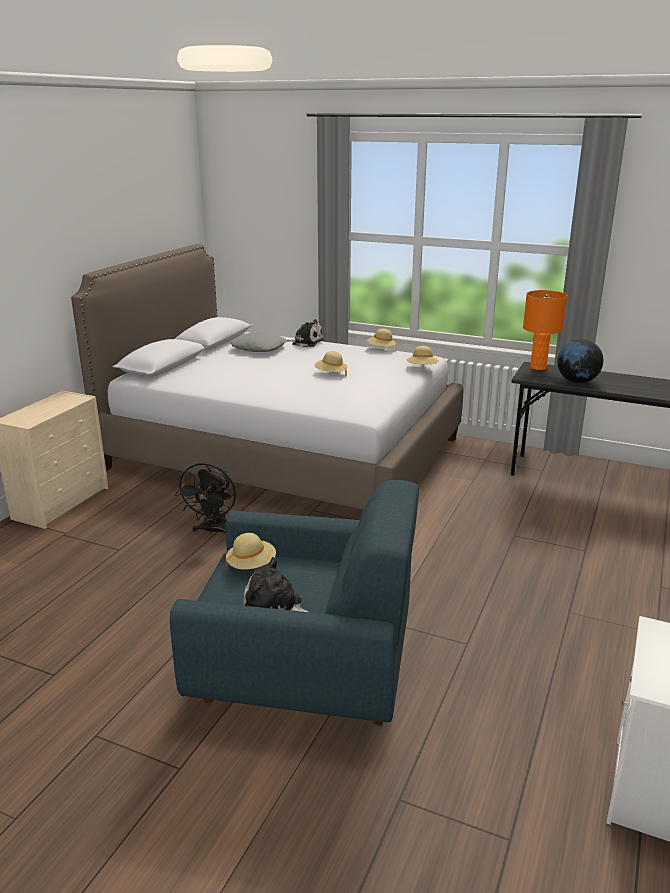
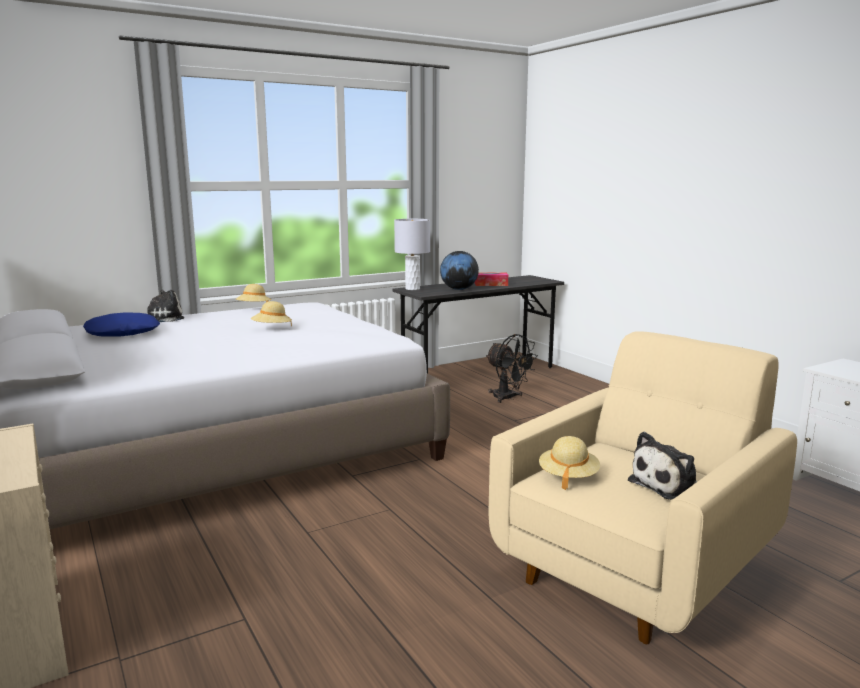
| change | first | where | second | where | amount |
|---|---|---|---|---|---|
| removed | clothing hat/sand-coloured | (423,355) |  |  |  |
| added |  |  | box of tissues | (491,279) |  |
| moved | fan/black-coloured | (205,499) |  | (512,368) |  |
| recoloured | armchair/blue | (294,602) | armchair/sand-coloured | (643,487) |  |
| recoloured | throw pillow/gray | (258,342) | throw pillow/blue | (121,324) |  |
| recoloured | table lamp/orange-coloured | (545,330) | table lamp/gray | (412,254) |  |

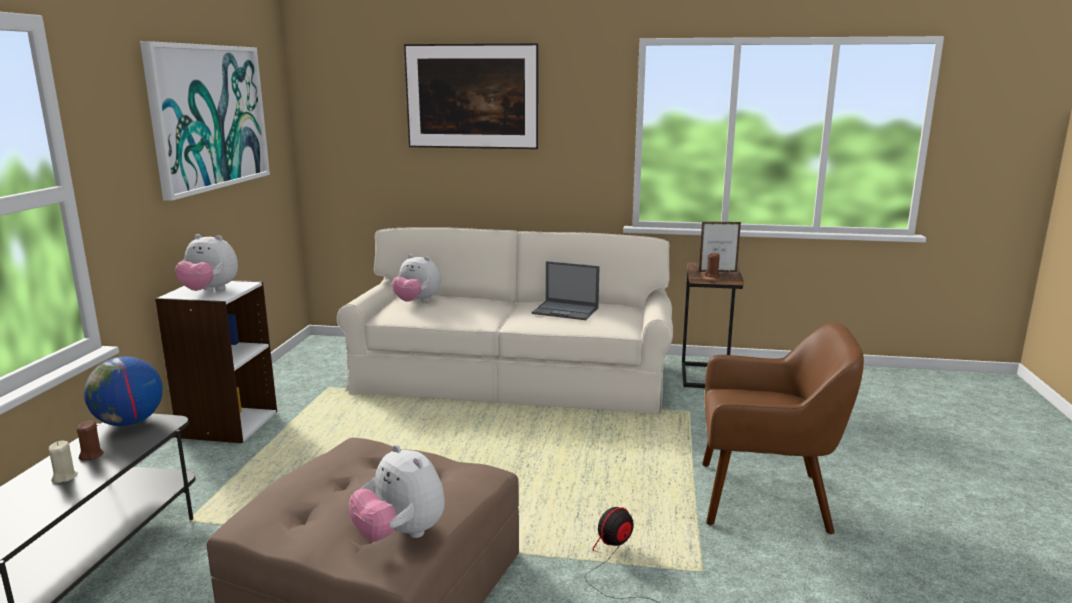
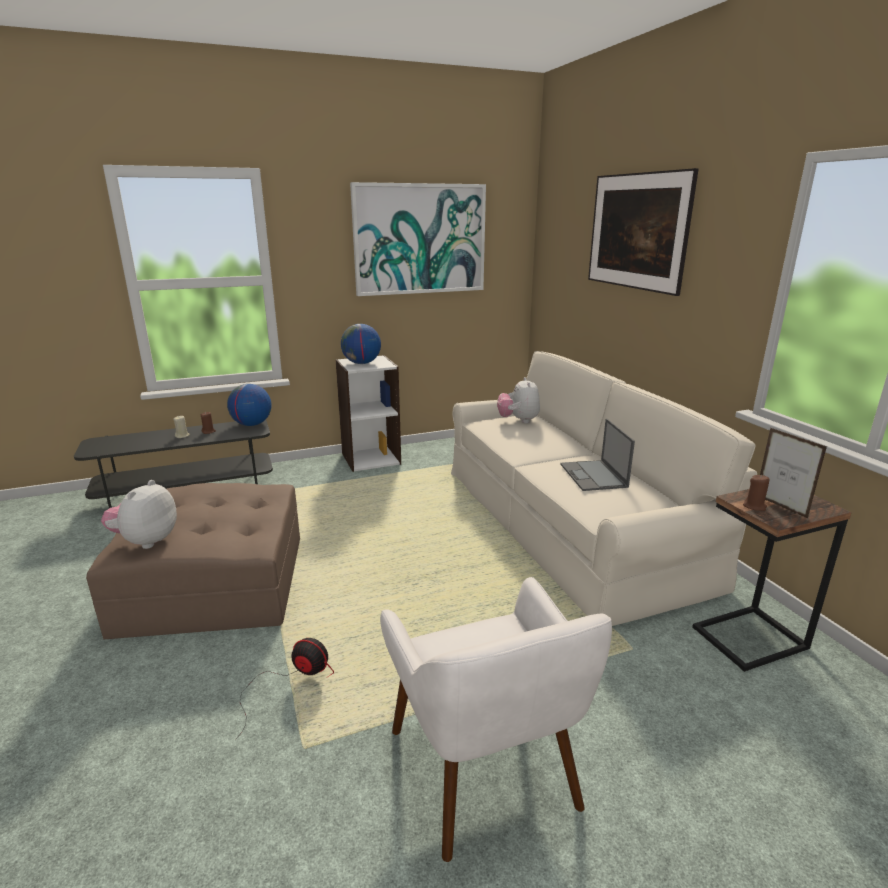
| change | first | where | second | where | amount |
|---|---|---|---|---|---|
| replaced | cuddly toy | (206,262) | world globe | (361,344) |  |
| recoloured | armchair/brown-coloured | (783,428) | armchair/white | (496,719) |  |

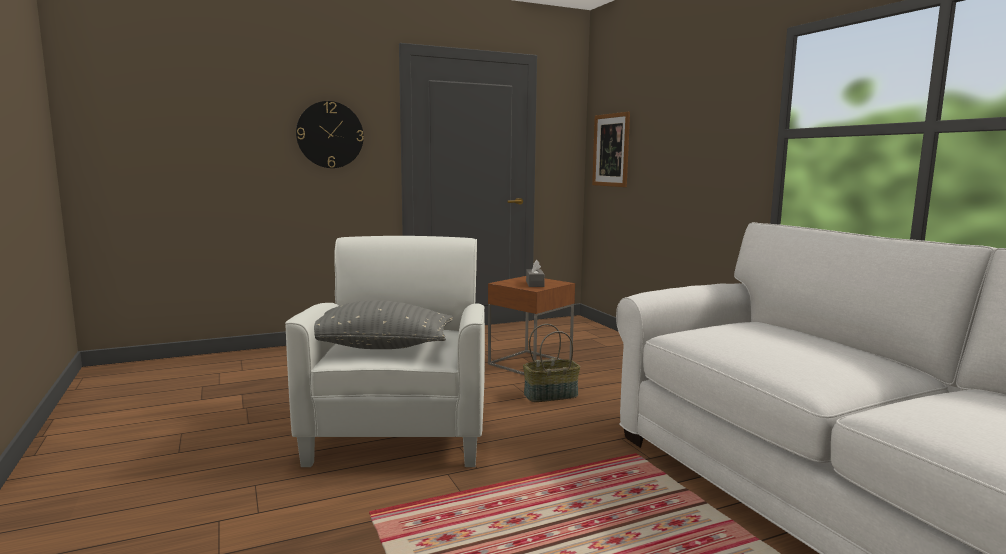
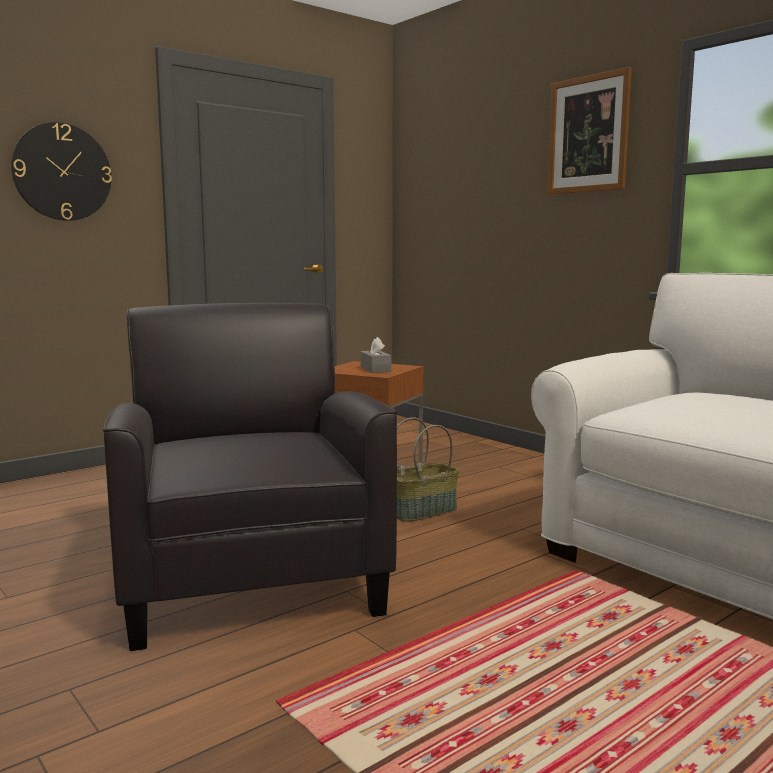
| change | first | where | second | where | amount |
|---|---|---|---|---|---|
| removed | throw pillow/gray | (383,324) |  |  |  |
| moved | wall picture | (611,149) |  | (589,131) |  |
| recoloured | armchair/white | (385,351) | armchair/black-coloured | (250,477) |  |

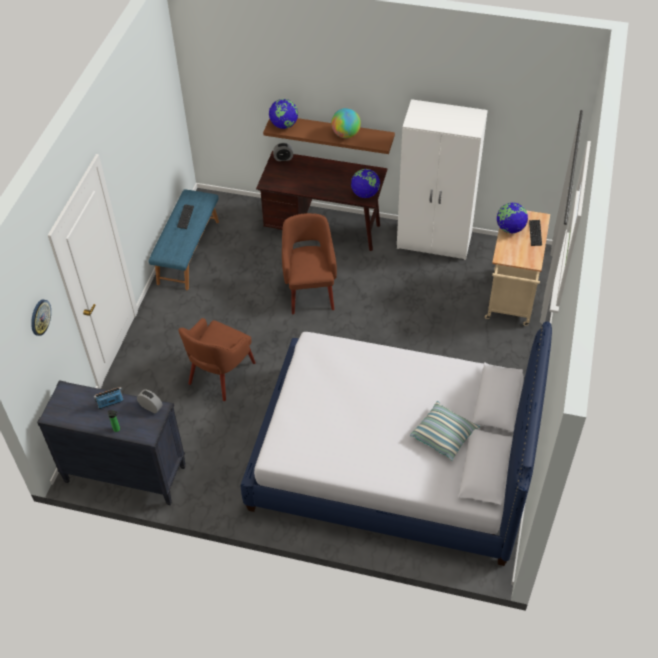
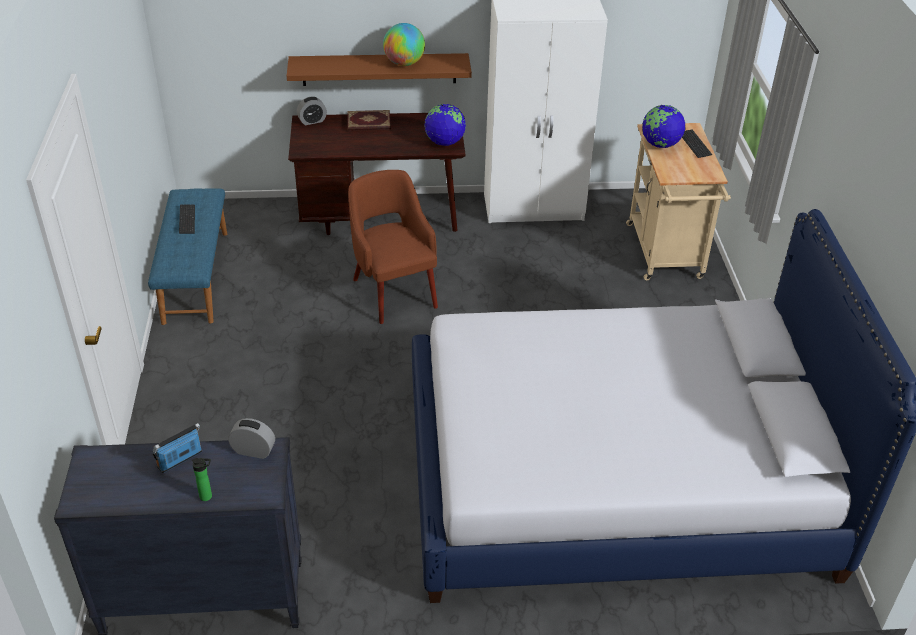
| change | first | where | second | where | amount |
|---|---|---|---|---|---|
| removed | clock on the wall | (41,318) |  |  |  |
| removed | armchair/brown-coloured | (217,359) |  |  |  |
| removed | world globe | (283,114) |  |  |  |
| removed | throw pillow | (445,430) |  |  |  |
| added |  |  | bound book | (369,120) |  |

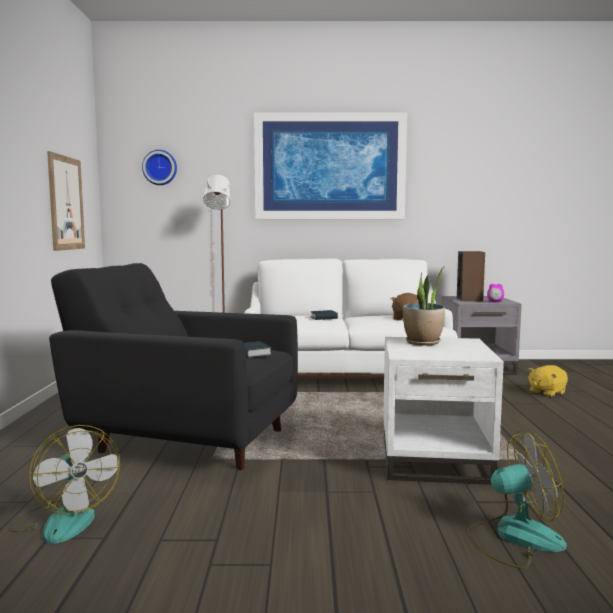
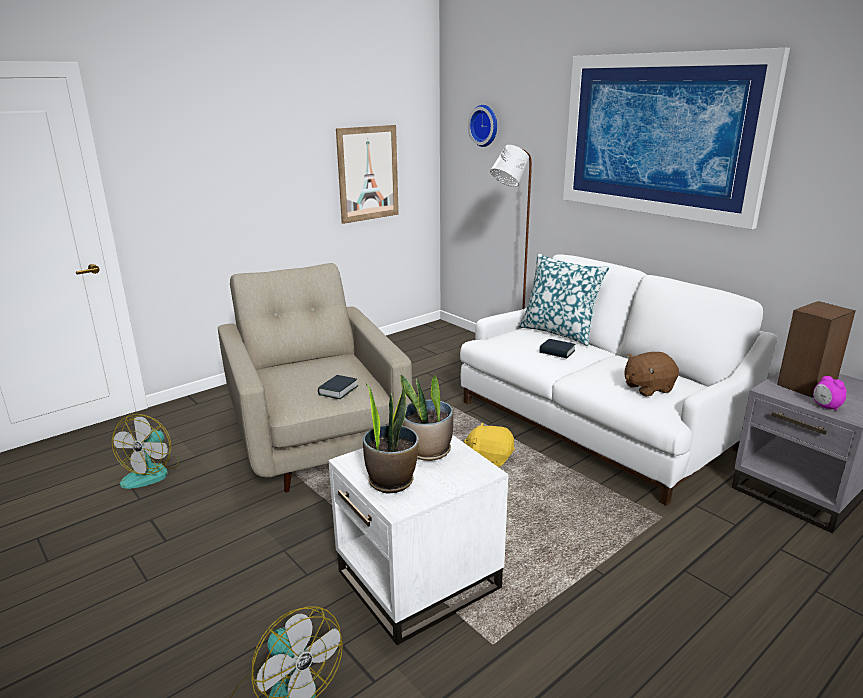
| change | first | where | second | where | amount |
|---|---|---|---|---|---|
| added |  |  | houseplant | (391,438) |  |
| added |  |  | throw pillow | (564,299) |  |
| moved | cuddly toy/yellow | (548,381) |  | (489,444) |  |
| recoloured | armchair/black-coloured | (173,366) | armchair/sand-coloured | (315,377) |  |

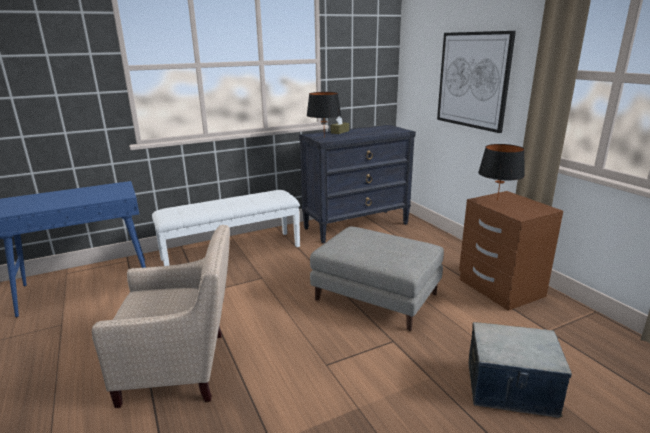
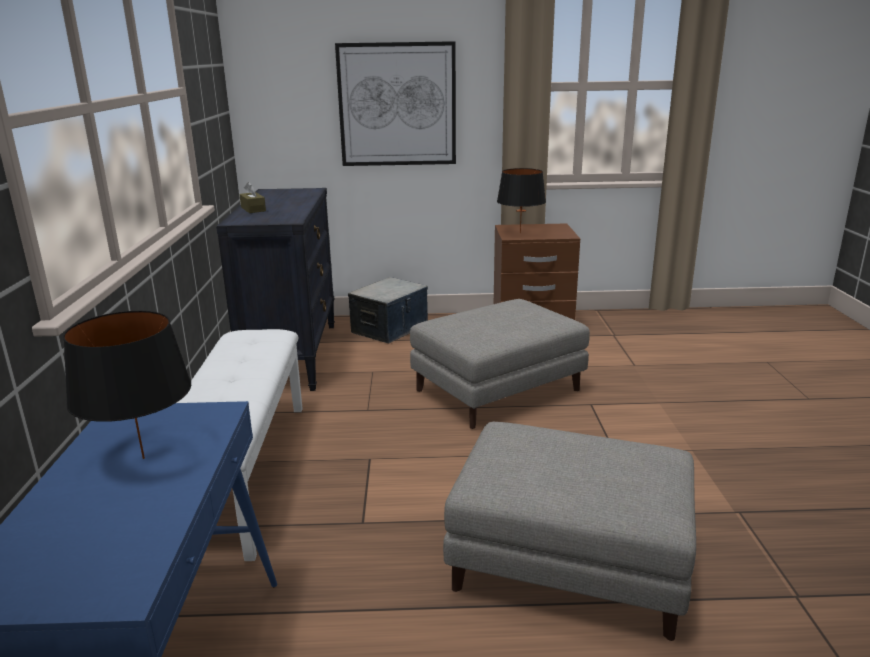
| change | first | where | second | where | amount |
|---|---|---|---|---|---|
| moved | table lamp/black-coloured | (324,115) |  | (127,385) |  |
| moved | storage container | (520,370) |  | (388,310) |  |
| replaced | armchair/sand-coloured | (161,316) | footrest/gray | (569,531) |  |

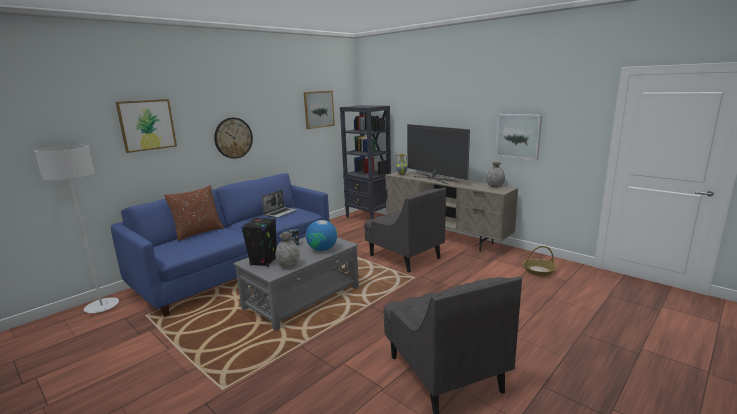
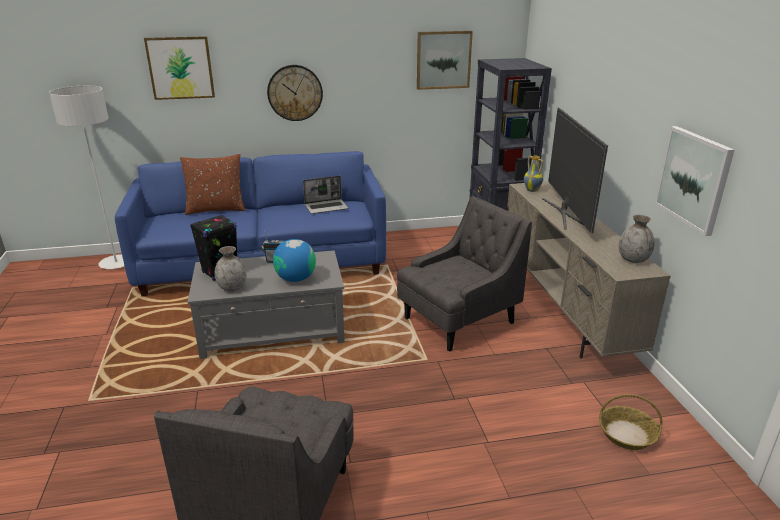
| change | first | where | second | where | amount |
|---|---|---|---|---|---|
| turned | armchair/gray | (405,230) |  | (464,274) | 120 degrees counterclockwise |

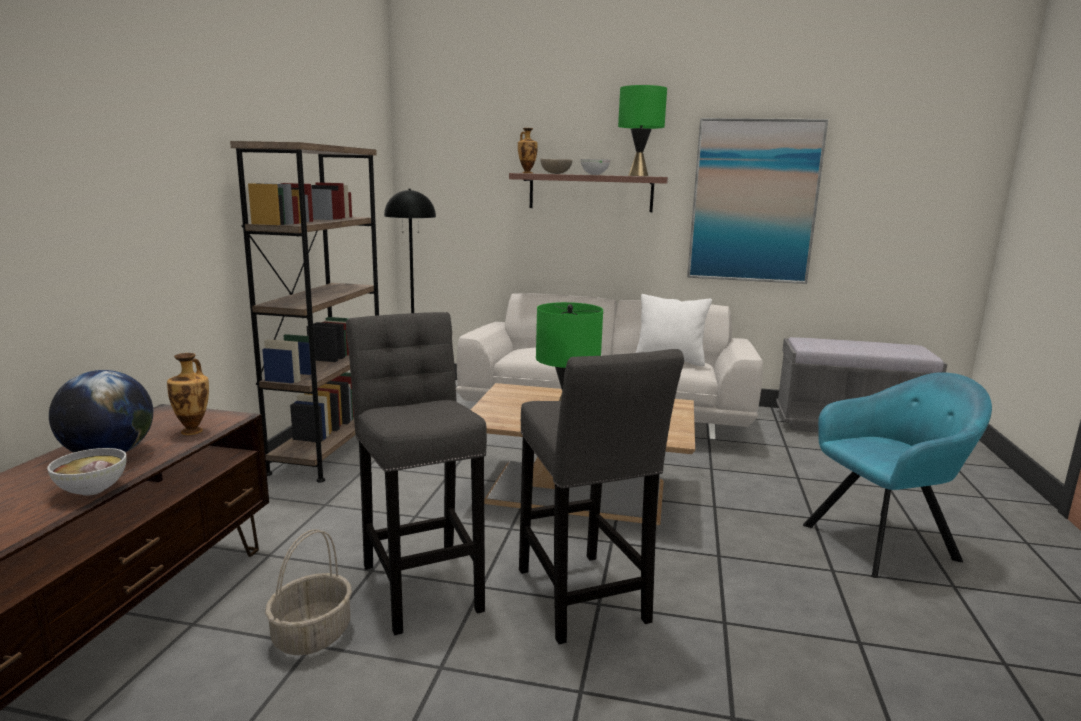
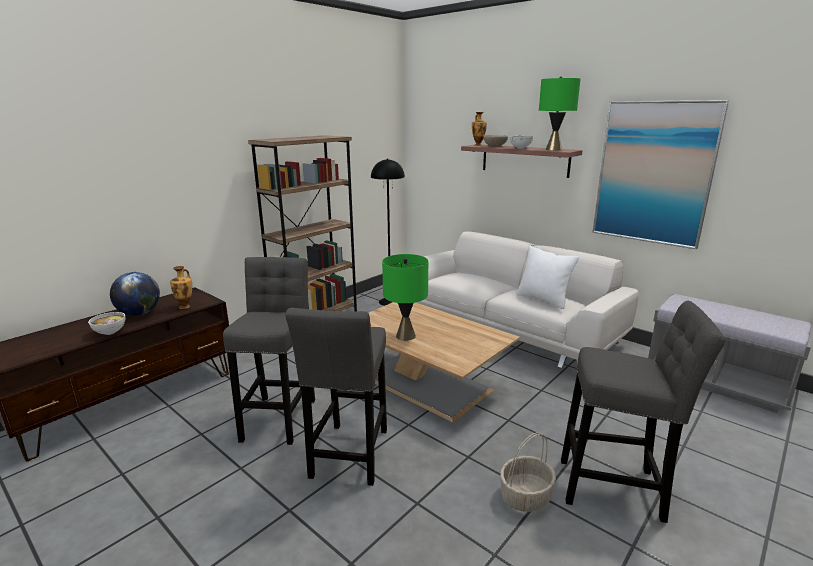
| change | first | where | second | where | amount |
|---|---|---|---|---|---|
| moved | household basket | (308,592) |  | (528,472) |  |
| replaced | armchair/turquoise-coloured | (897,475) | sitting stool/gray | (643,412) |  |

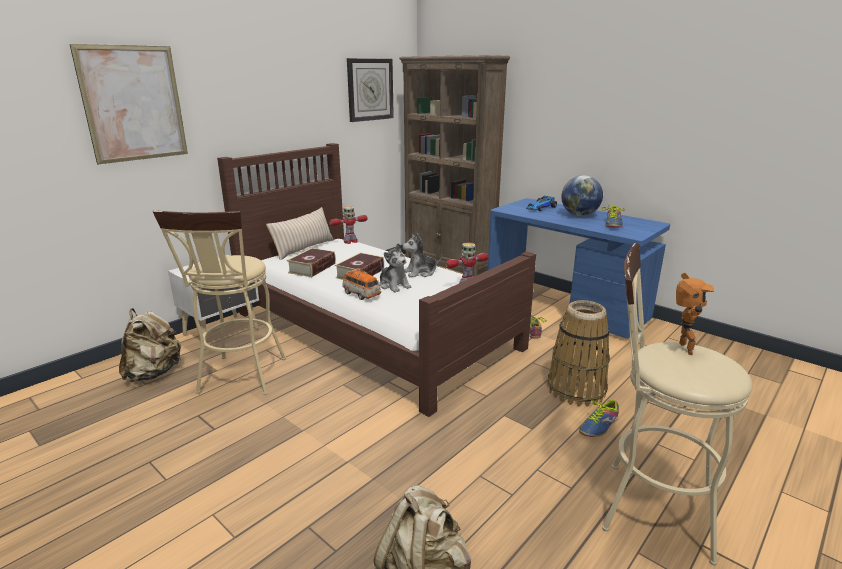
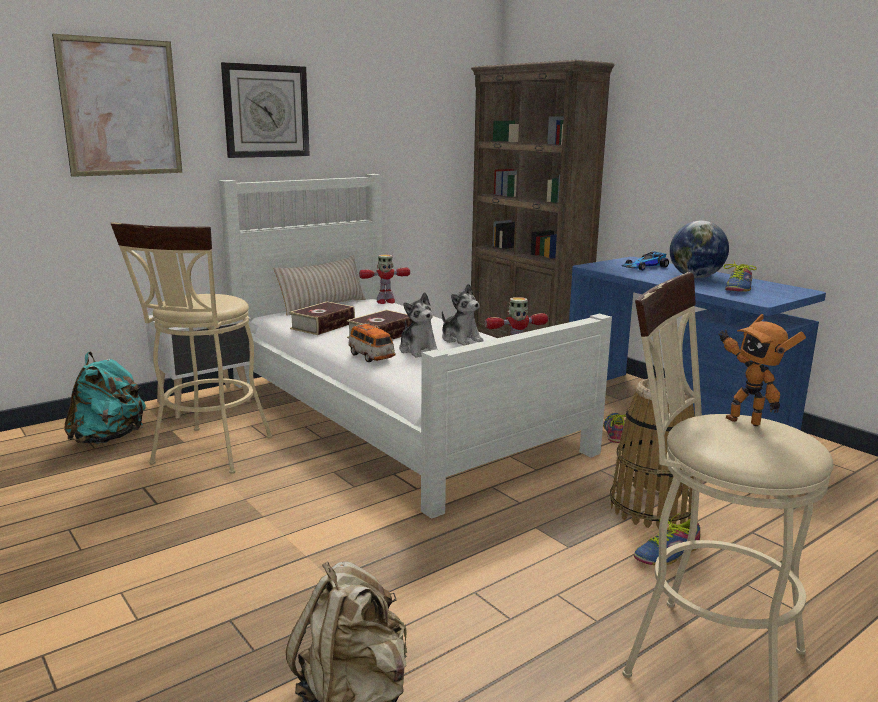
| change | first | where | second | where | amount |
|---|---|---|---|---|---|
| moved | clock on the wall | (370,90) |  | (265,110) |  |
| recoloured | backpack/sand-coloured | (150,345) | backpack/turquoise-coloured | (105,398) |  |
| recoloured | sleeping bed/brown-coloured | (376,280) | sleeping bed/white | (415,346) |  |
| turned | cuddly toy | (421,255) |  | (463,314) | 120 degrees counterclockwise |
| turned | toy robot | (695,314) |  | (762,370) | 120 degrees clockwise |

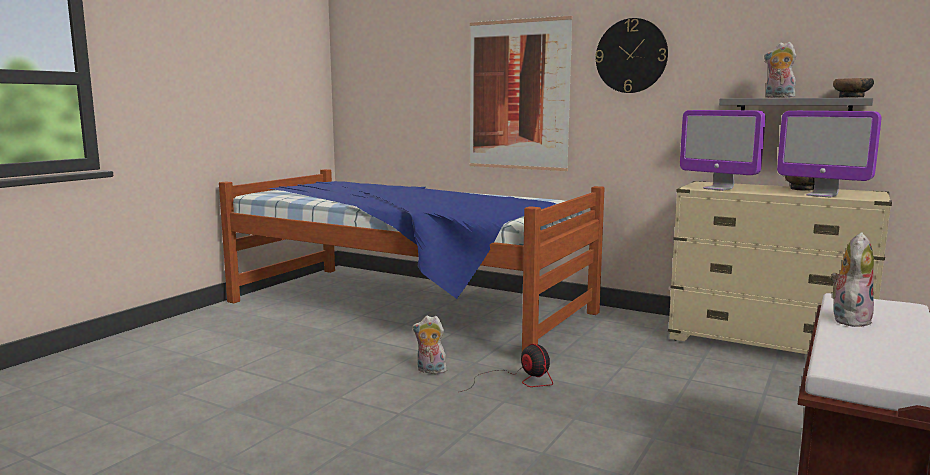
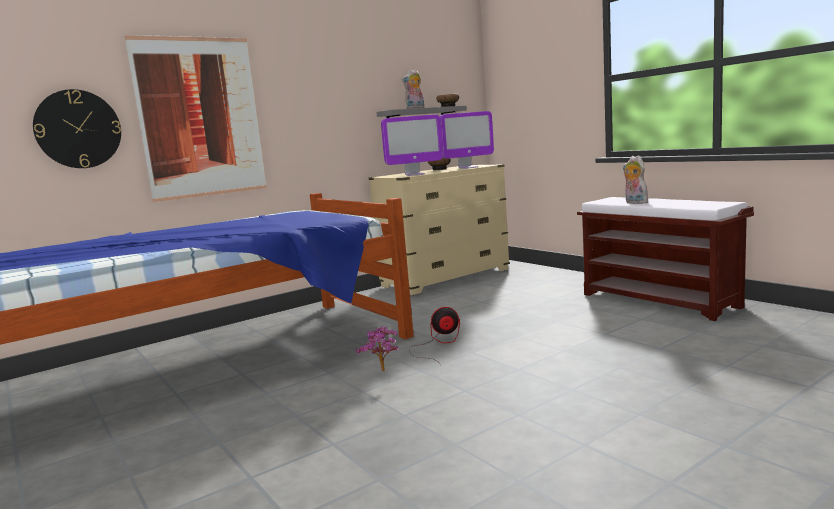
| change | first | where | second | where | amount |
|---|---|---|---|---|---|
| moved | clock on the wall | (632,55) |  | (77,128) |  |
| replaced | cuddly toy | (429,344) | houseplant | (377,349) |  |

